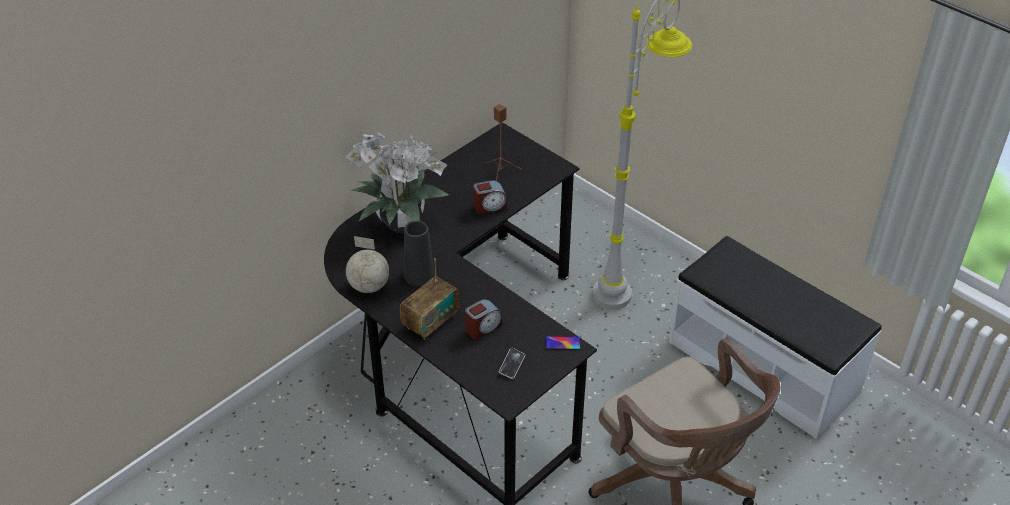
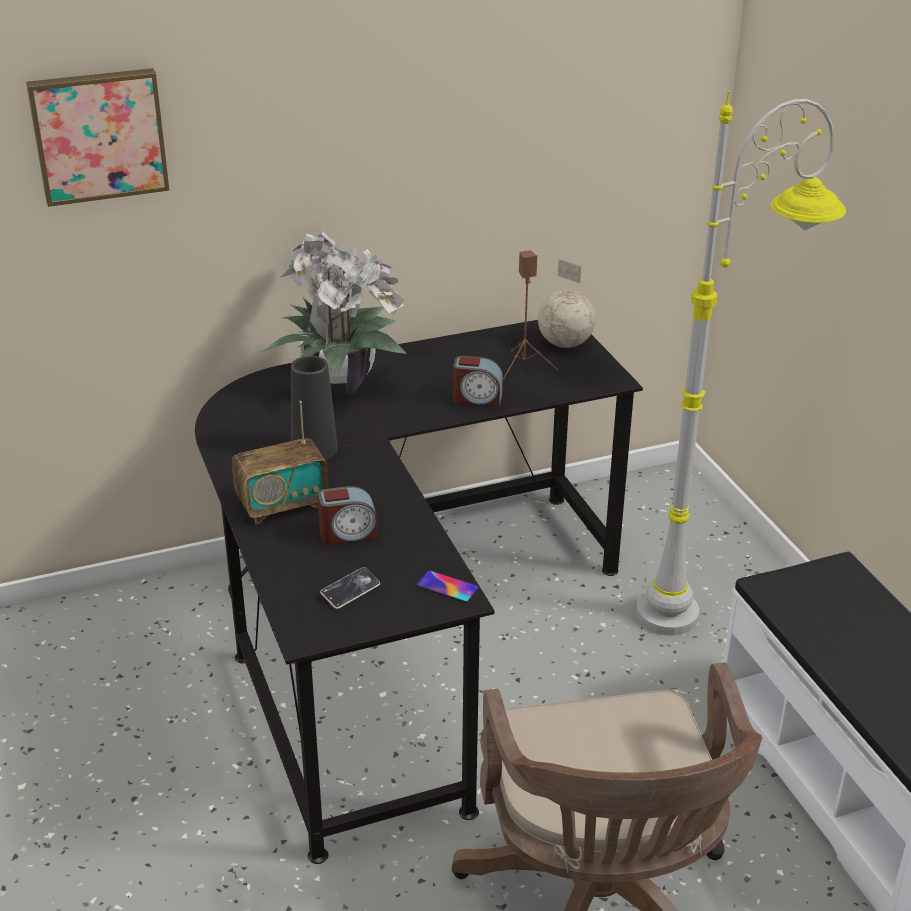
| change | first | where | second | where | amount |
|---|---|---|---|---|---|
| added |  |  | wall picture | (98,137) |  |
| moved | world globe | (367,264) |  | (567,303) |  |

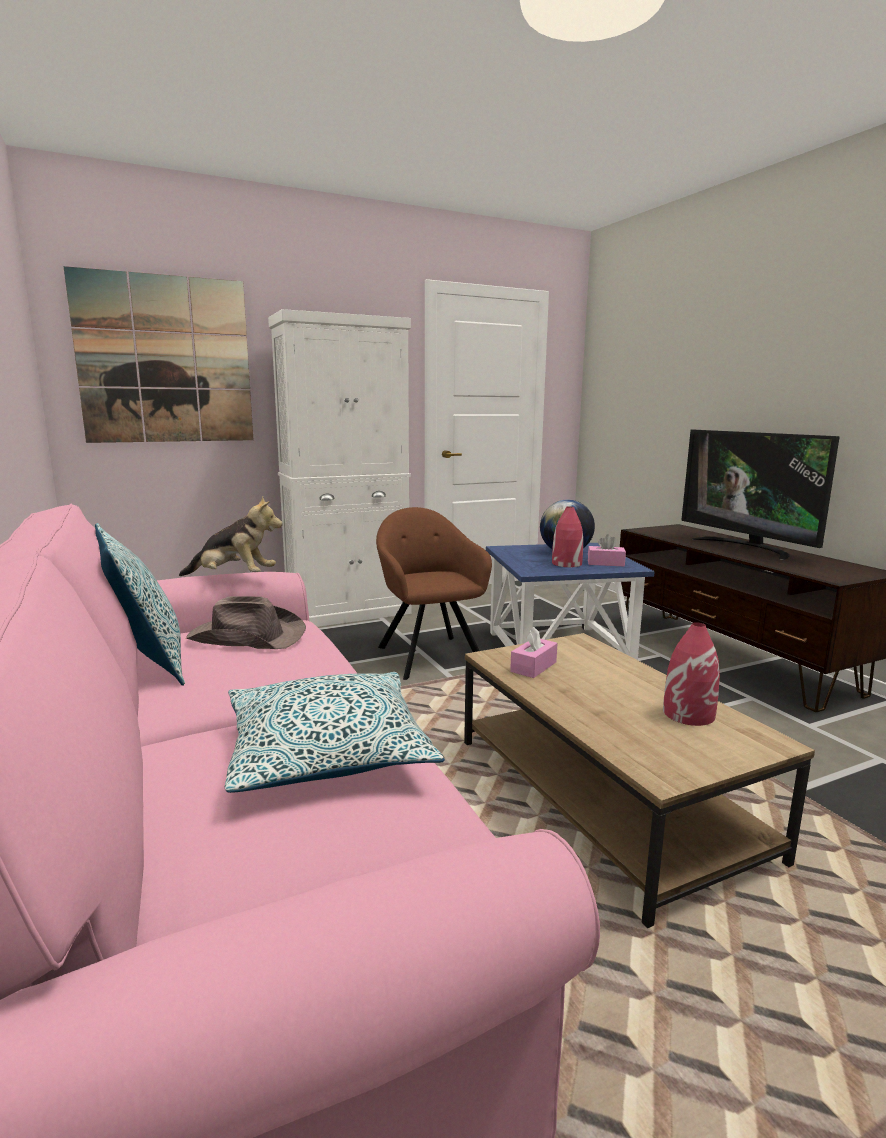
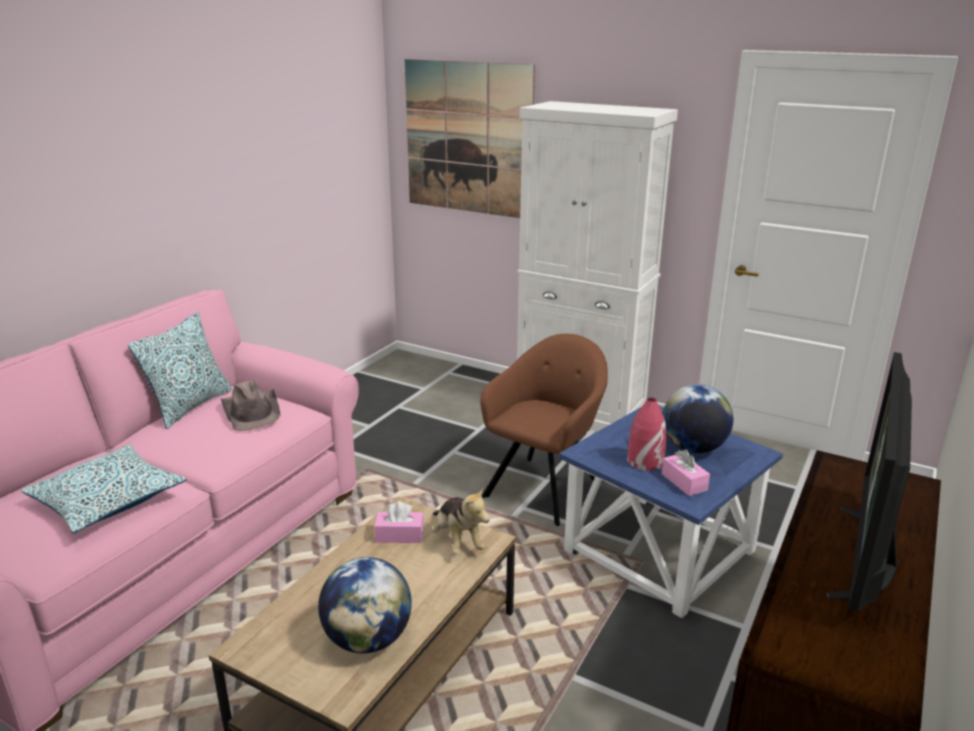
| change | first | where | second | where | amount |
|---|---|---|---|---|---|
| moved | cuddly toy | (231,536) |  | (460,521) |  |
| replaced | flower vase/red | (691,674) | world globe | (365,605) |  |

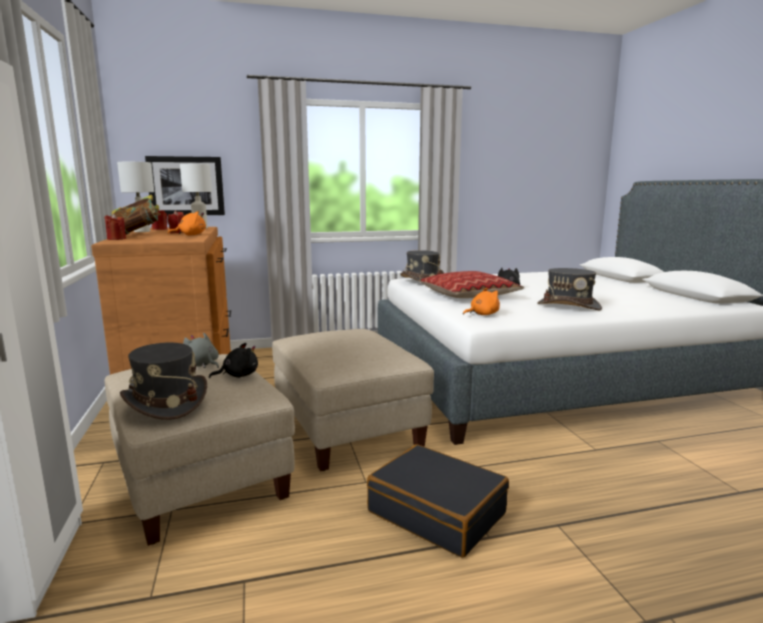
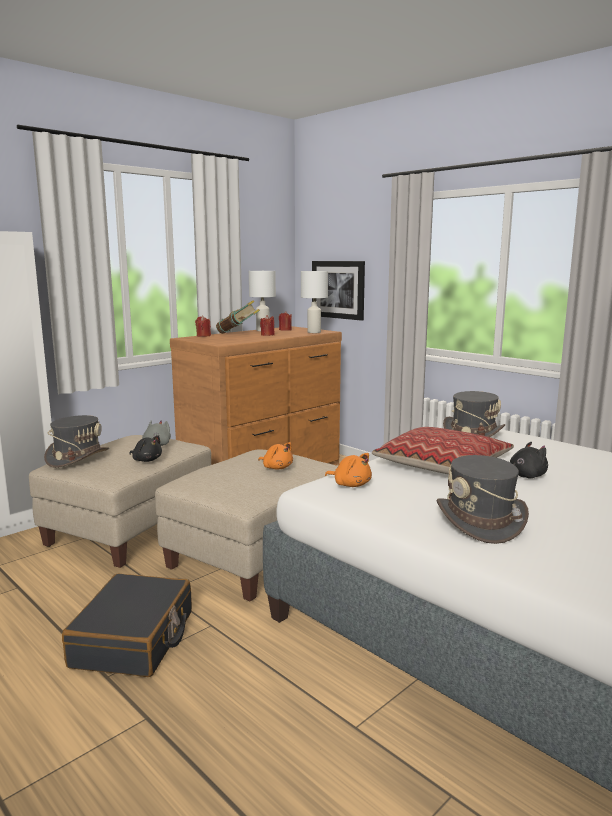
| change | first | where | second | where | amount |
|---|---|---|---|---|---|
| moved | cuddly toy/orange-coloured | (186,223) |  | (275,456) |  |

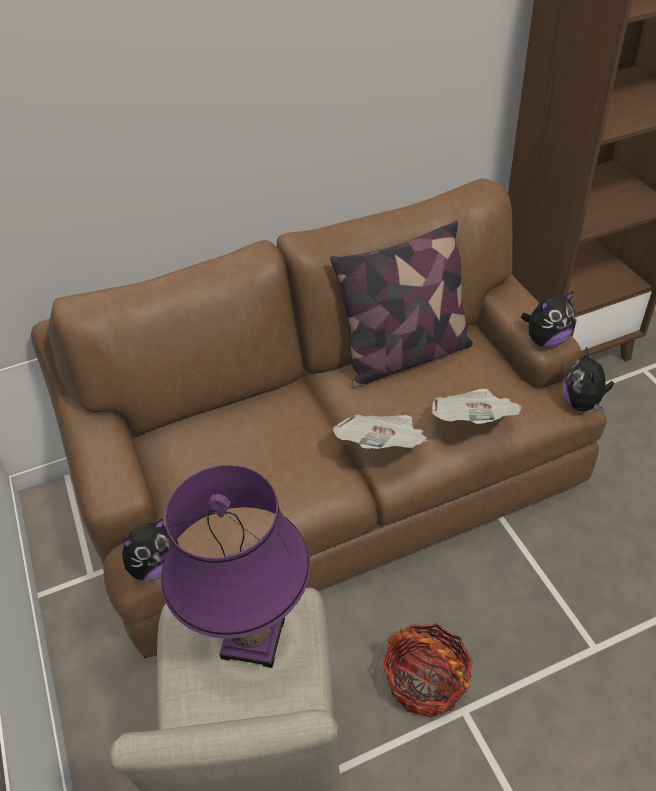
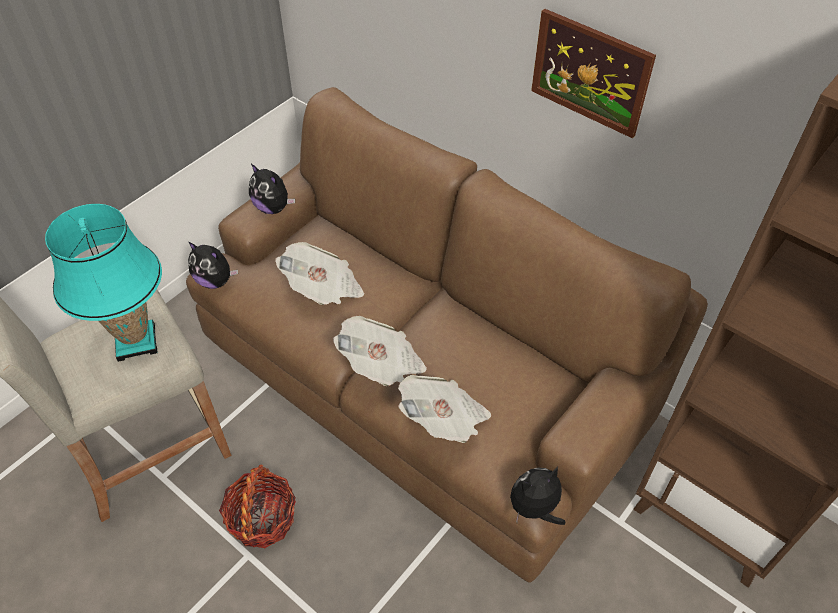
| change | first | where | second | where | amount |
|---|---|---|---|---|---|
| removed | throw pillow | (401,304) |  |  |  |
| added |  |  | newspaper | (320,273) |  |
| added |  |  | wall picture | (593,73) |  |
| moved | cuddly toy | (548,319) |  | (272,189) |  |
| recoloured | table lamp/purple | (236,566) | table lamp/turquoise-coloured | (103,283) |  |

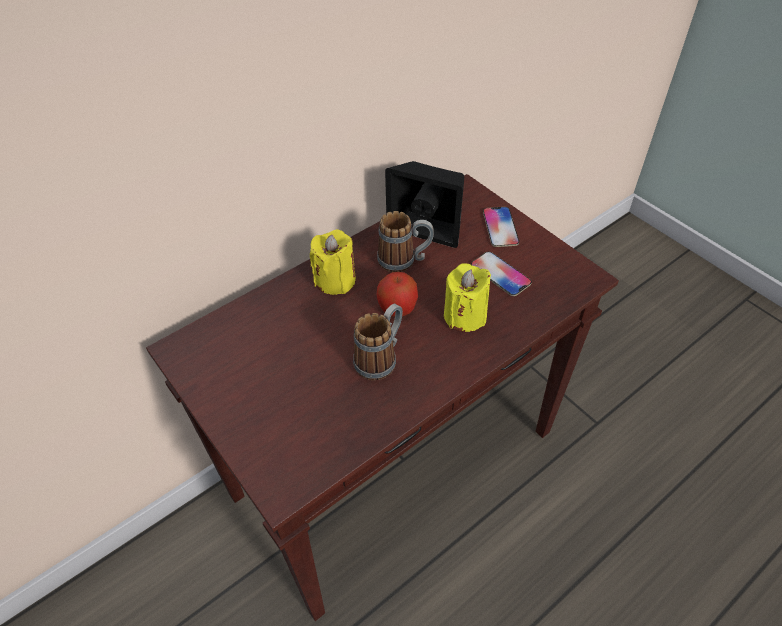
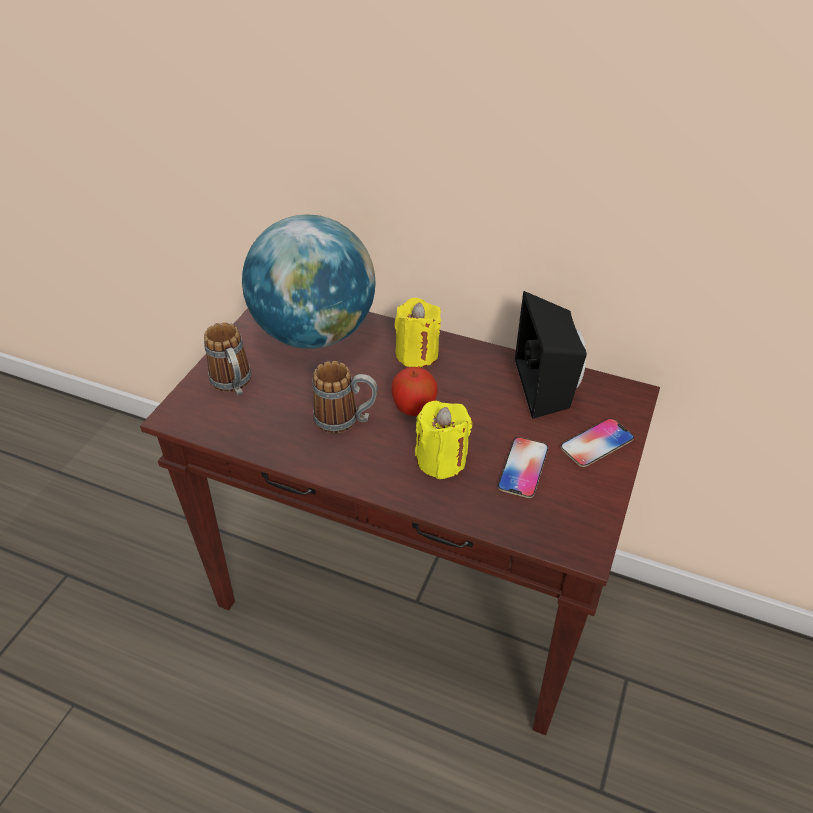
| change | first | where | second | where | amount |
|---|---|---|---|---|---|
| added |  |  | world globe | (309,282) |  |
| moved | tea mug | (405,241) |  | (228,358) |  |

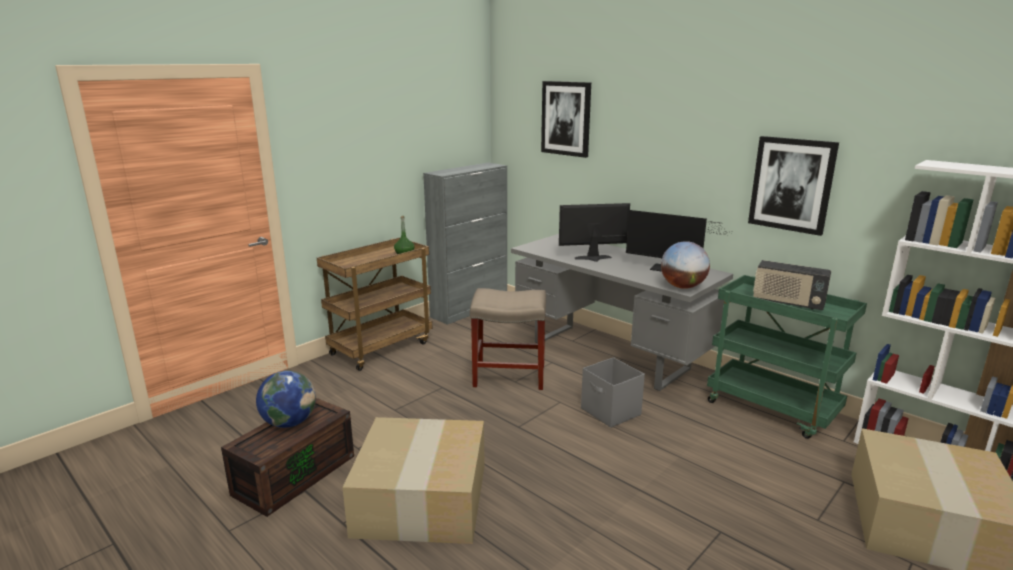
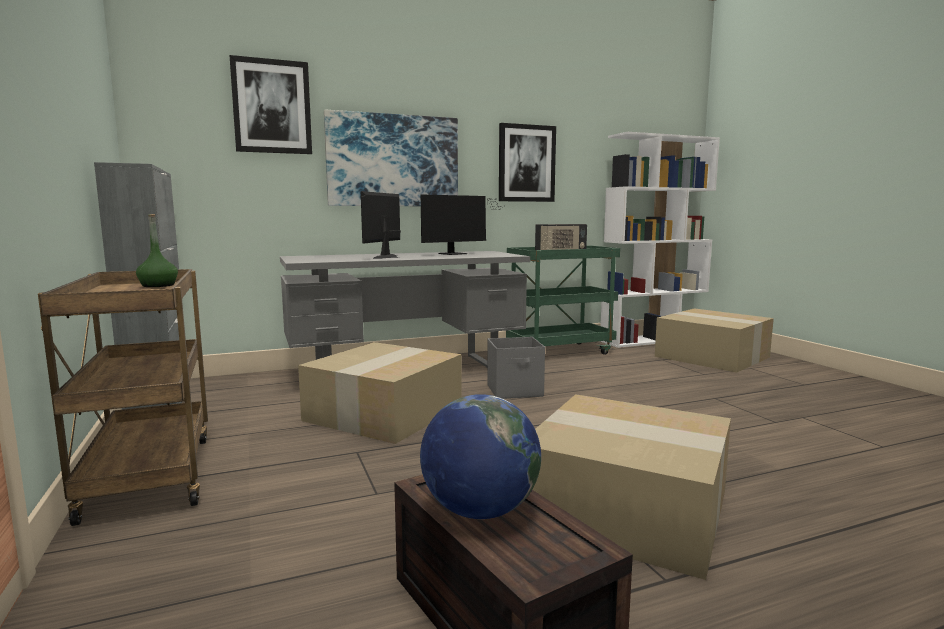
| change | first | where | second | where | amount |
|---|---|---|---|---|---|
| removed | world globe | (685,265) |  |  |  |
| added |  |  | wall picture | (391,158) |  |
| replaced | sitting stool/sand-coloured | (508,339) | carton | (380,393) |  |

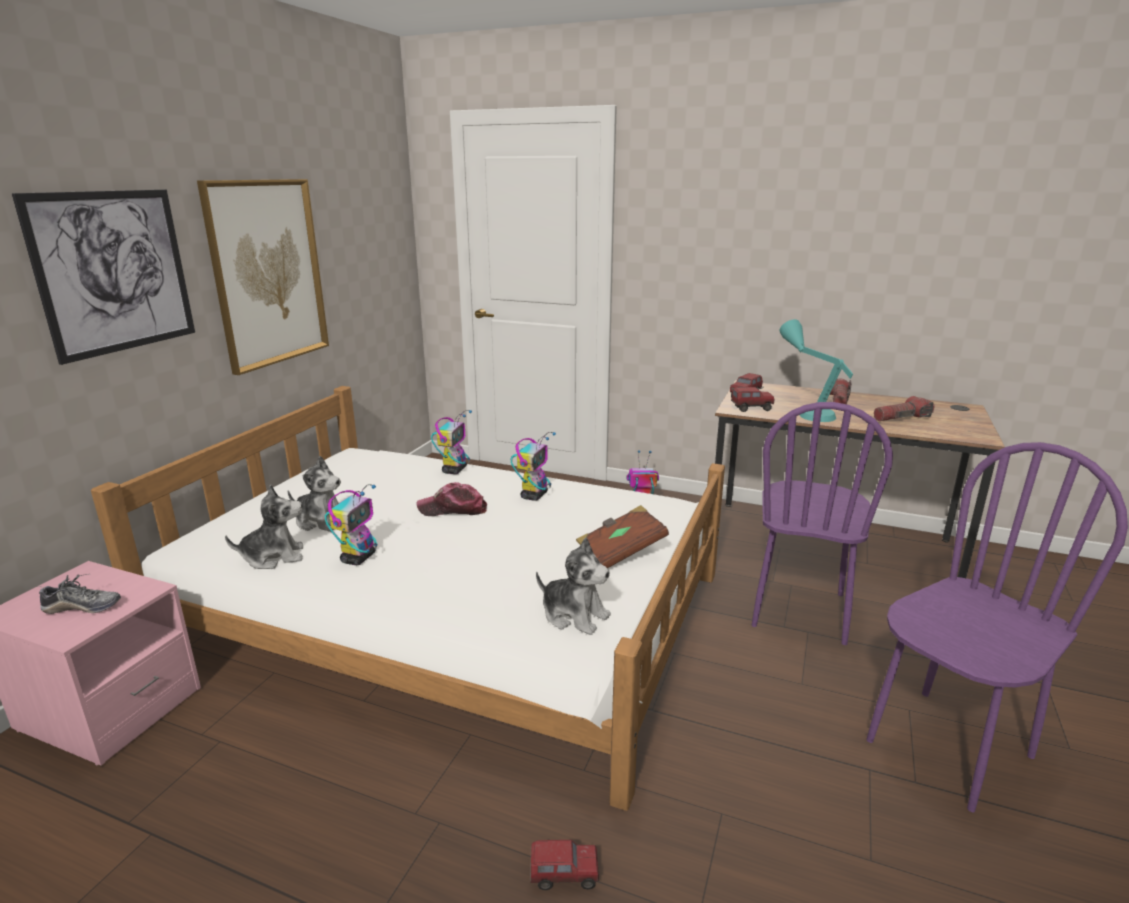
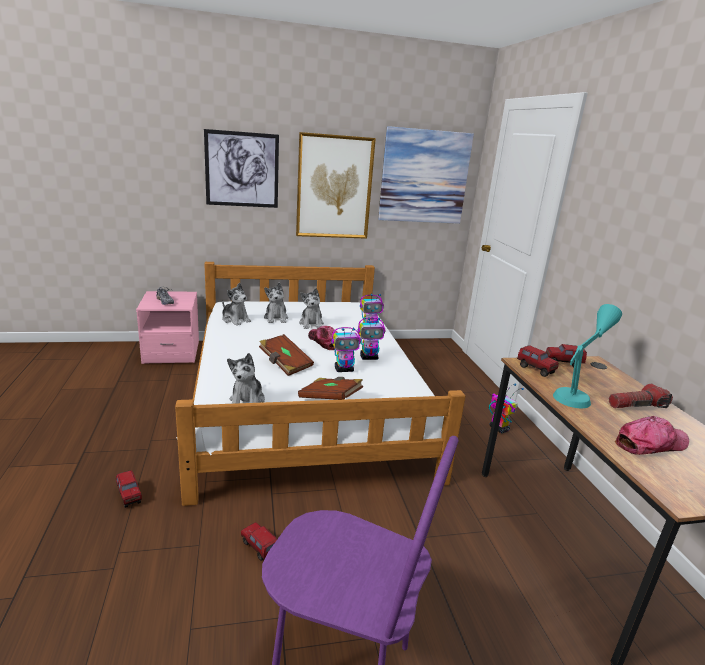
| change | first | where | second | where | amount |
|---|---|---|---|---|---|
| removed | upright chair/purple | (822,523) |  |  |  |
| added |  |  | toy truck | (259,541) |  |
| added |  |  | bound book/brown-coloured | (286,355) |  |
| added |  |  | cuddly toy | (311,308) |  |
| added |  |  | wall picture | (426,175) |  |
| moved | toy robot | (351,525) |  | (346,349) |  |
| replaced | hand torch | (904,408) | peaked cap | (652,435) |  |

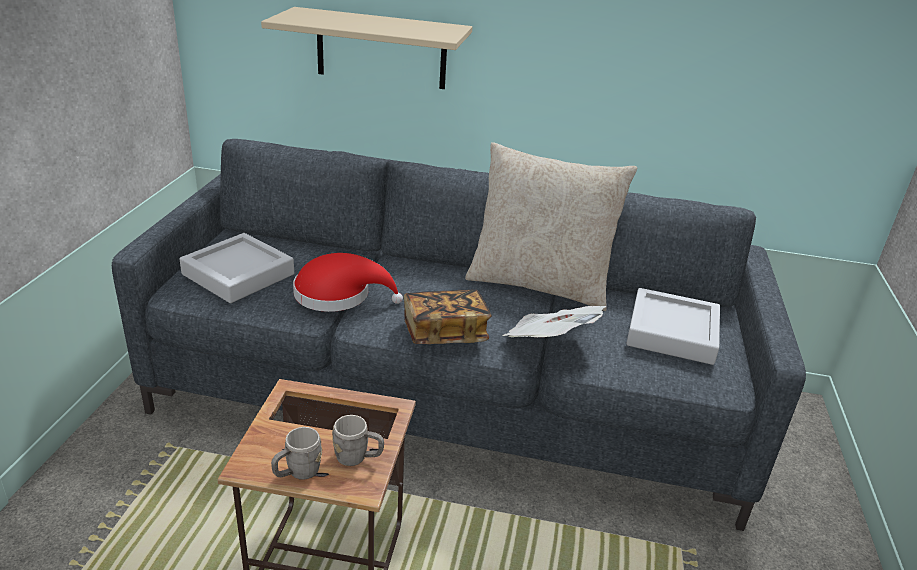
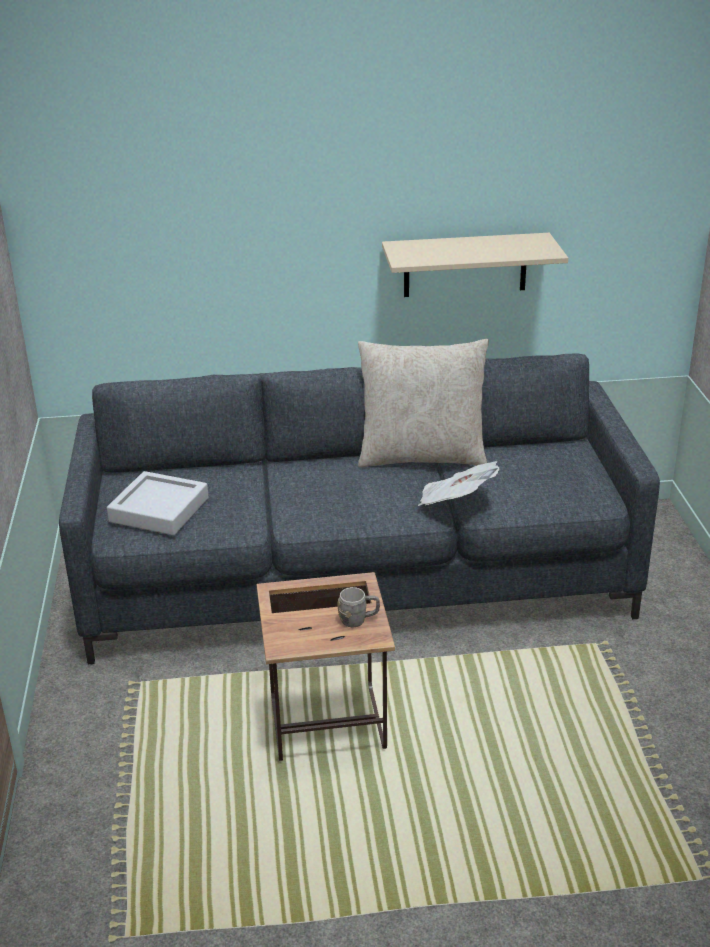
| change | first | where | second | where | amount |
|---|---|---|---|---|---|
| removed | tea mug/gray | (296,453) |  |  |  |
| removed | clothing hat/red | (348,282) |  |  |  |
| removed | bound book | (447,316) |  |  |  |
| removed | serving tray/gray | (673,326) |  |  |  |
| moved | shelf/sand-coloured | (366,48) |  | (475,265) |  |

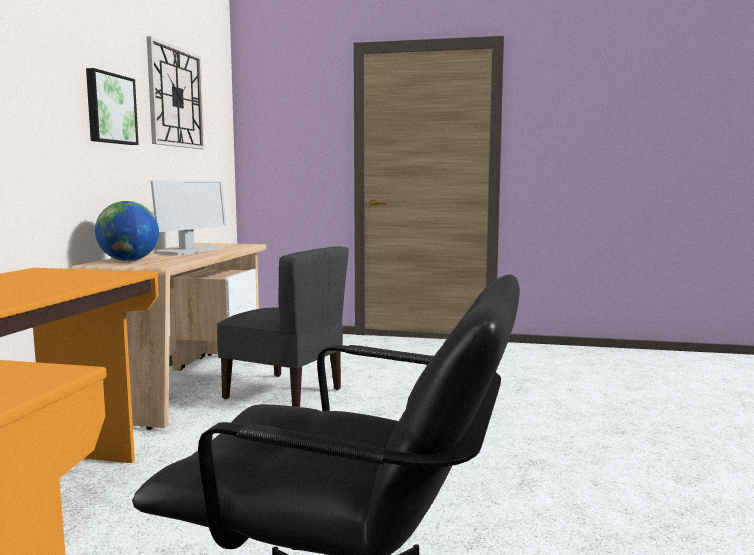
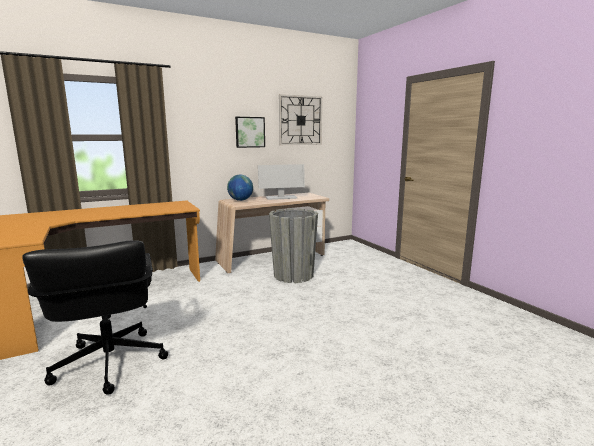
| change | first | where | second | where | amount |
|---|---|---|---|---|---|
| replaced | upright chair/gray | (283,327) | planter/gray | (293,245) |  |

